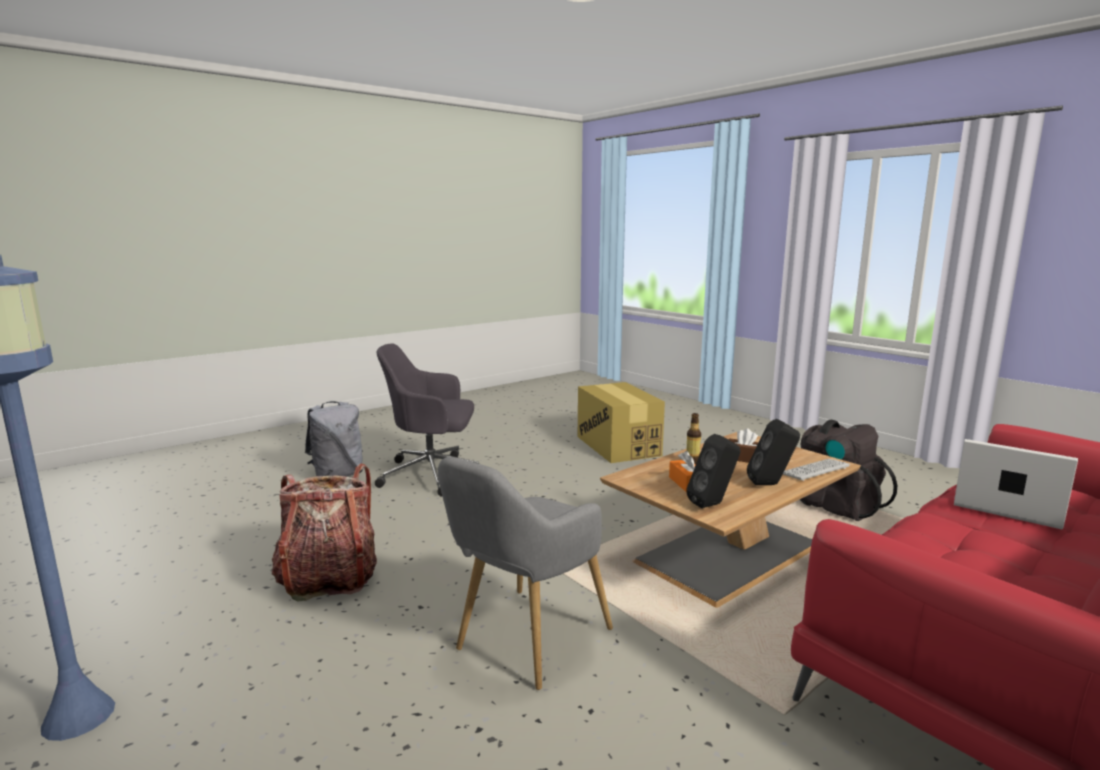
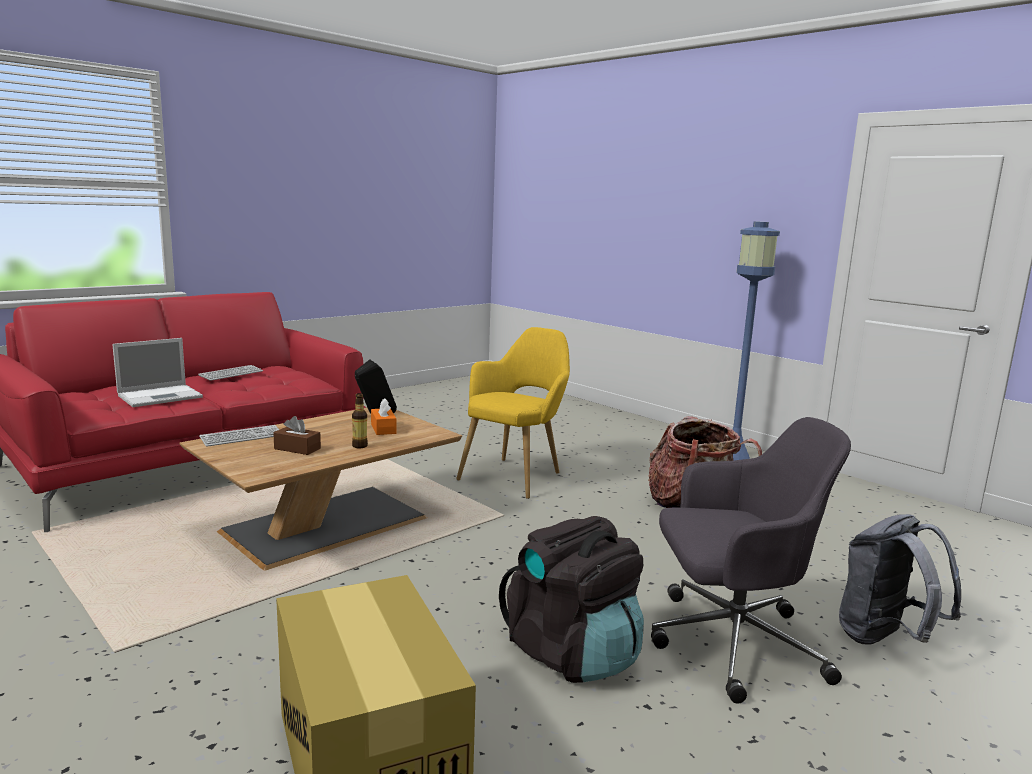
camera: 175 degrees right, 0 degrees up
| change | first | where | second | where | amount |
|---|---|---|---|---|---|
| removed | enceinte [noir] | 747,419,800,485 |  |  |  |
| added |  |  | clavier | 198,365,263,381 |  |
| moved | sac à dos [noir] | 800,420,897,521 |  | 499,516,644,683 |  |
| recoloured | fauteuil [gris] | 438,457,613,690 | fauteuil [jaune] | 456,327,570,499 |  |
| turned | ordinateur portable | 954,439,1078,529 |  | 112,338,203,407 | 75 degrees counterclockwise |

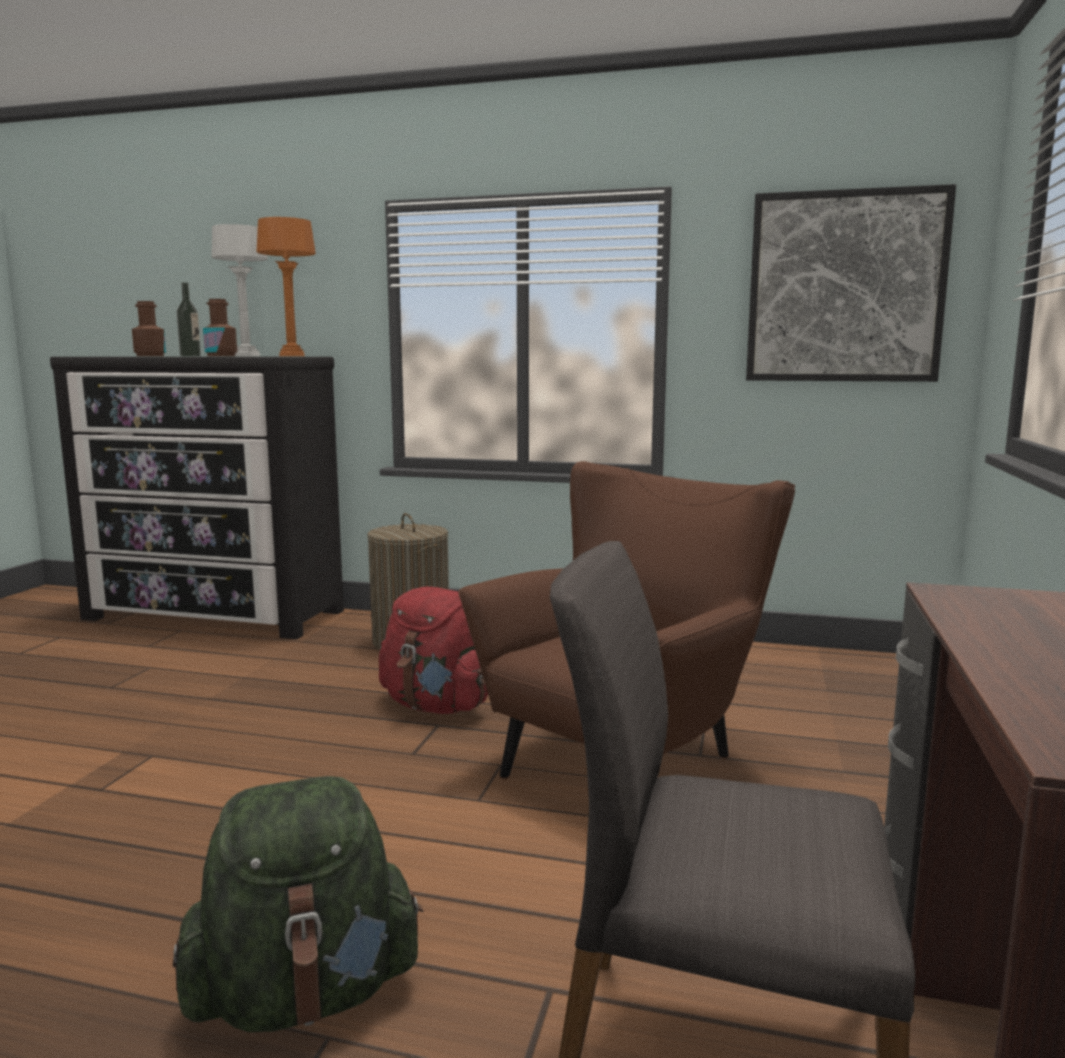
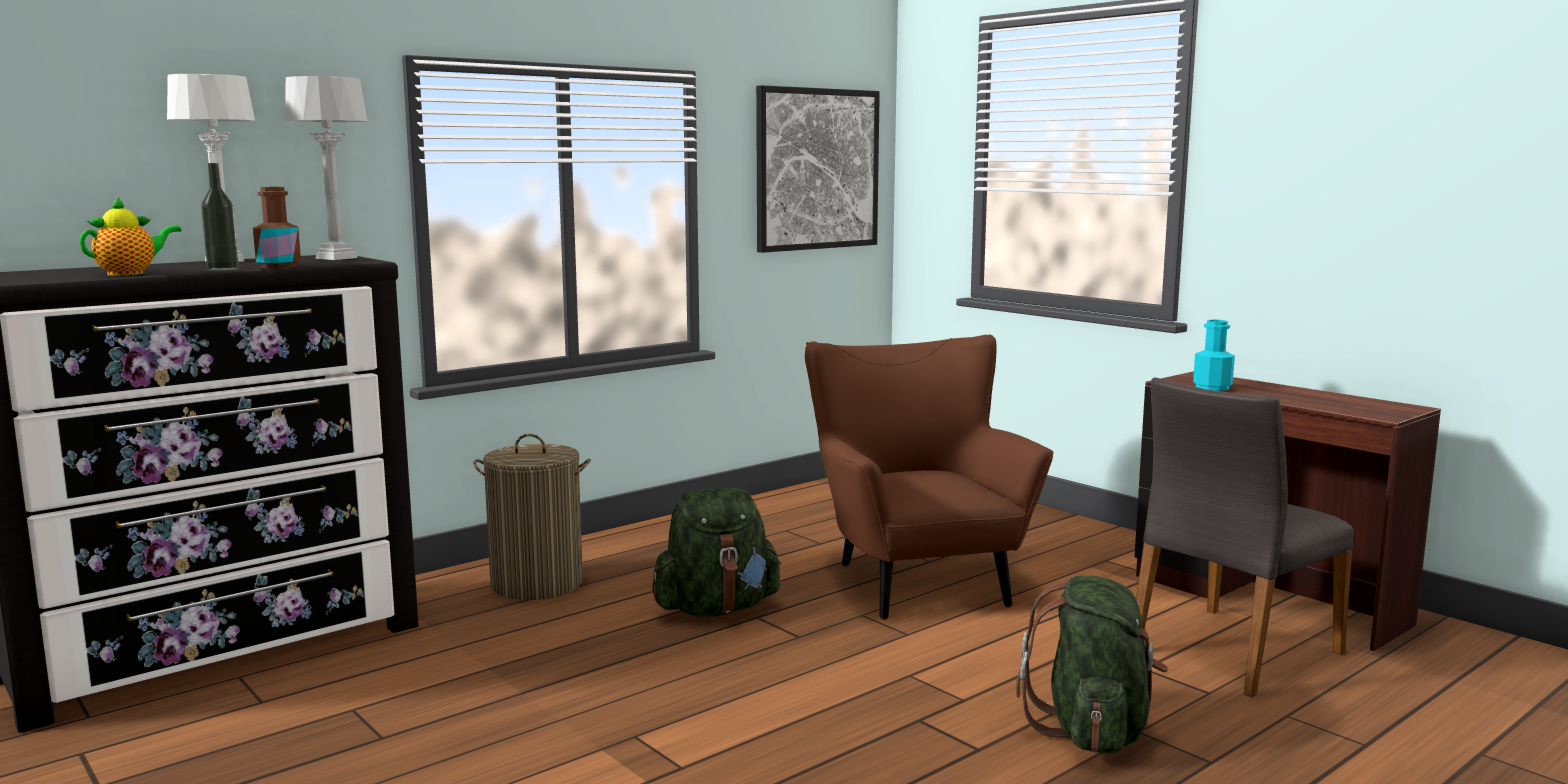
camera: 55 degrees left, 0 degrees up
| change | first | where | second | where | amount |
|---|---|---|---|---|---|
| added |  |  | bouteille [turquoise] | 1193,320,1235,391 |  |
| replaced | bouteille [marron] | 132,301,166,356 | théière | 79,197,181,276 |  |
| recoloured | lampe de table [orange] | 257,217,316,356 | lampe de table [gris] | 285,76,367,260 |  |
| recoloured | sac à dos [rouge] | 379,587,488,714 | sac à dos [vert] | 652,488,782,617 |  |

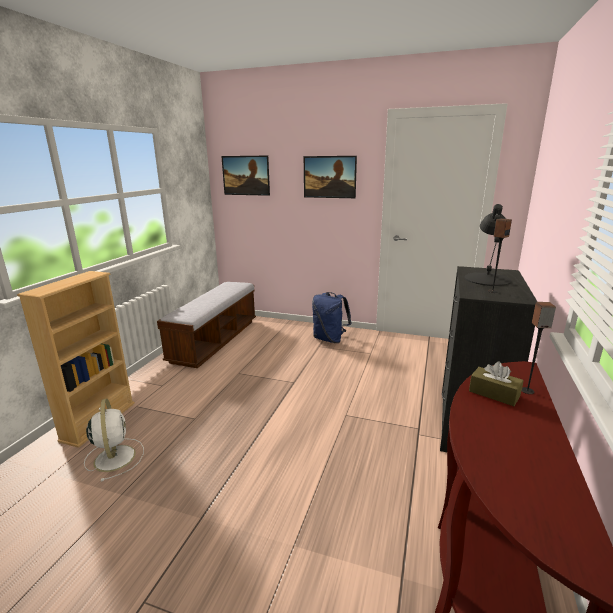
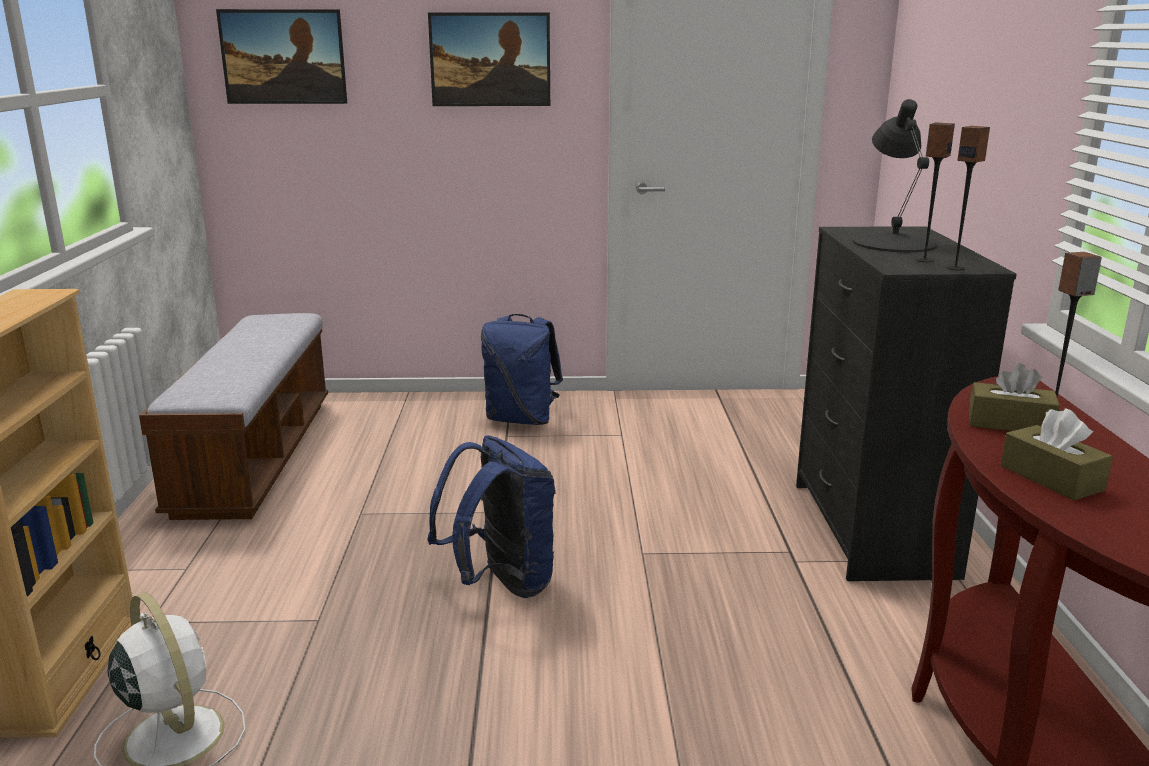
camera: 20 degrees left, 0 degrees up
| change | first | where | second | where | amount |
|---|---|---|---|---|---|
| added |  |  | sac à dos [bleu] | 427,436,556,598 |  |
| added |  |  | enceinte | 946,126,990,270 |  |
| added |  |  | boîte à mouchoirs [marron] | 1001,409,1113,500 |  |

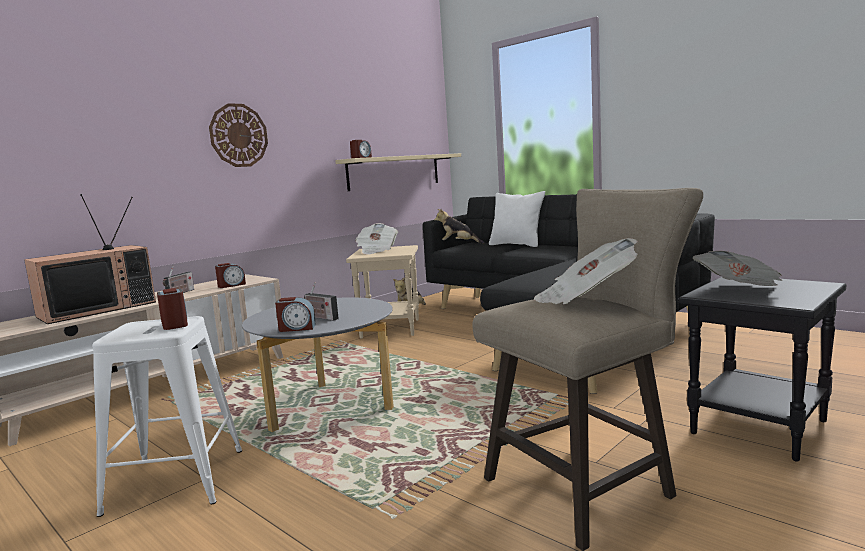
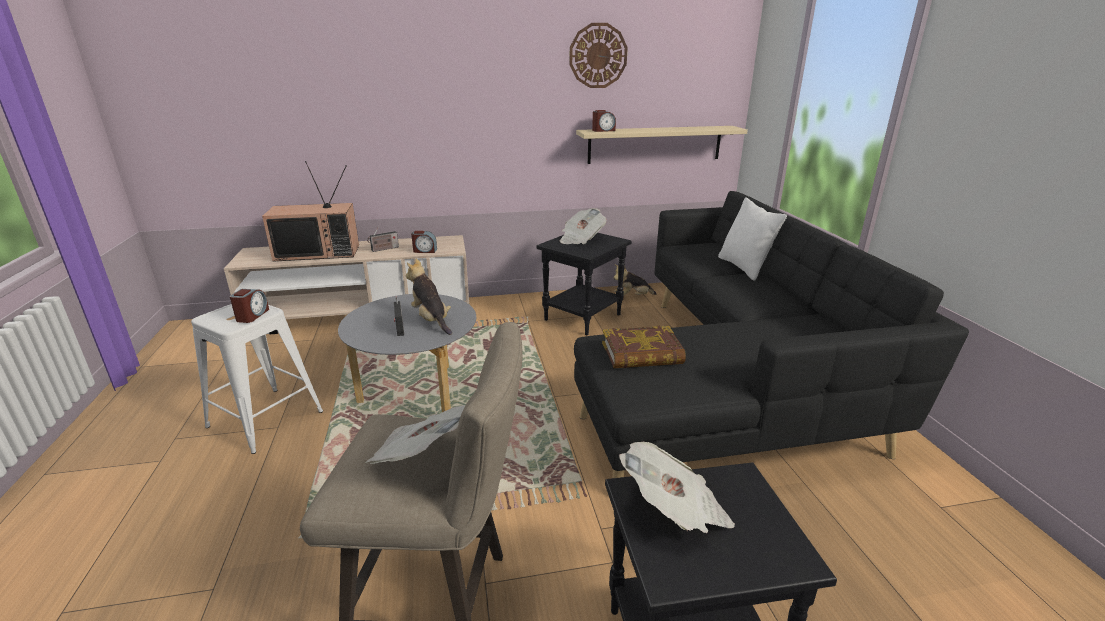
camera: 35 degrees right, 15 degrees up
| change | first | where | second | where | amount |
|---|---|---|---|---|---|
| removed | réveil | 275,297,316,332 |  |  |  |
| added |  |  | livre | 602,326,686,368 |  |
| moved | horloge murale | 209,103,268,167 |  | 569,23,628,88 |  |
| moved | peluche | 434,209,484,244 |  | 406,259,452,335 |  |
| recoloured | table d'appoint [beige] | 346,245,419,339 | table d'appoint [noir] | 537,233,632,336 |  |

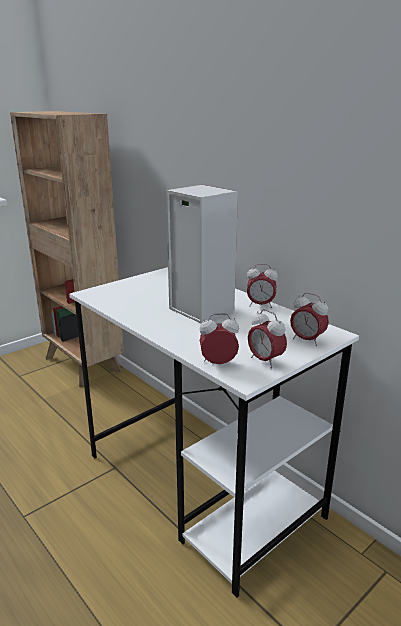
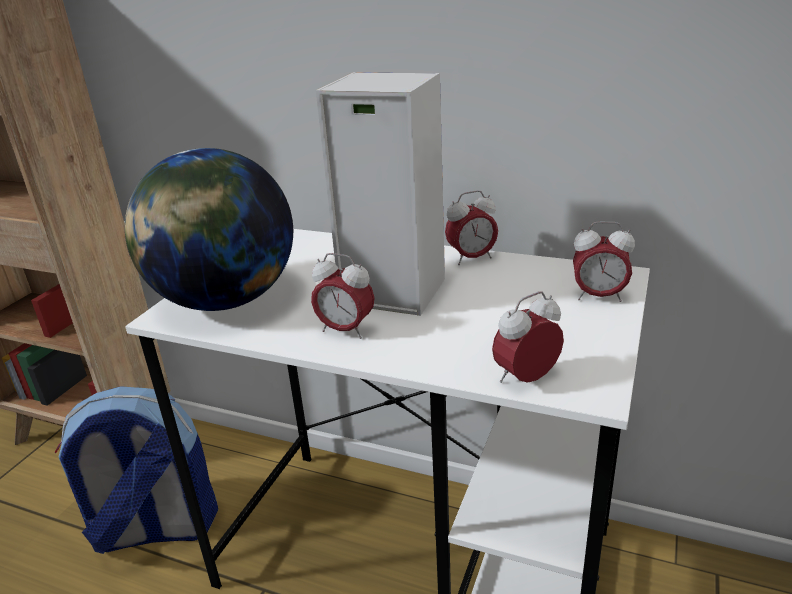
camera: 25 degrees left, 5 degrees up
| change | first | where | second | where | amount |
|---|---|---|---|---|---|
| added |  |  | sac à dos | 55,386,218,554 |  |
| added |  |  | globe | 125,148,293,311 |  |
| moved | réveil | 248,309,287,368 |  | 311,253,375,339 |  |

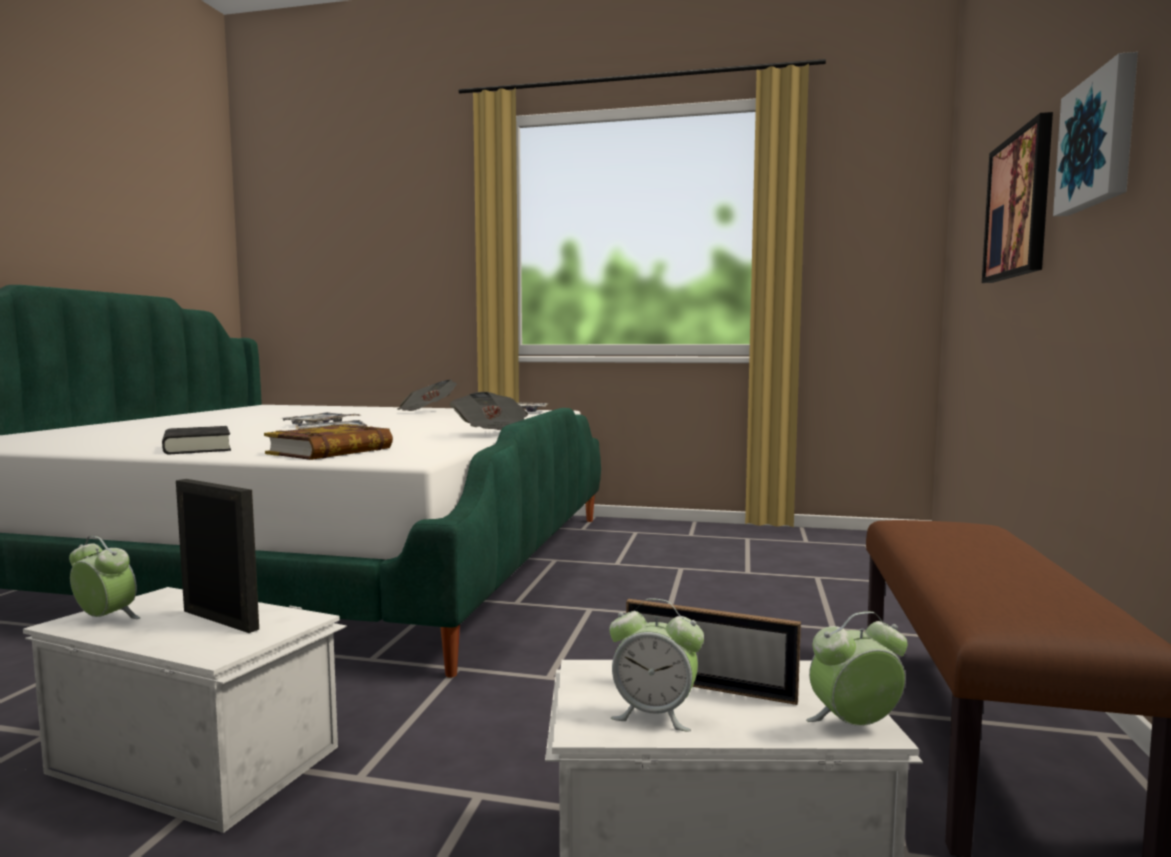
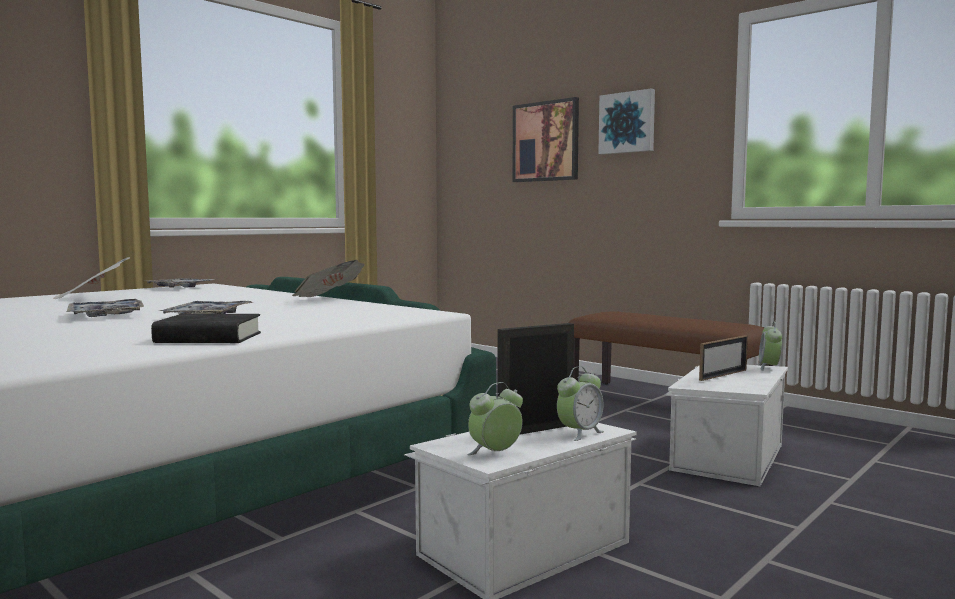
camera: 60 degrees left, 0 degrees up
| change | first | where | second | where | amount |
|---|---|---|---|---|---|
| removed | livre | 264,424,393,460 |  |  |  |
| moved | réveil | 609,598,704,732 |  | 557,366,604,441 |  |

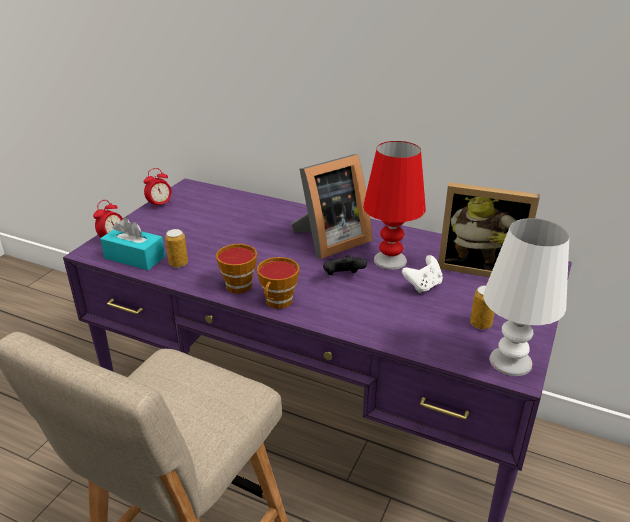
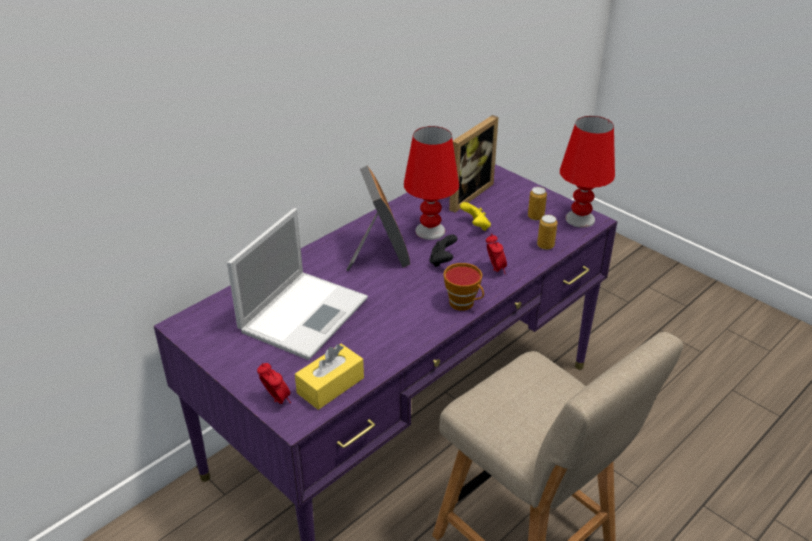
camera: 70 degrees left, 5 degrees up
| change | first | where | second | where | amount |
|---|---|---|---|---|---|
| removed | tasse | 216,244,257,294 |  |  |  |
| added |  |  | ordinateur portable | 227,208,368,360 |  |
| moved | réveil | 144,168,172,208 |  | 486,233,507,274 |  |
| moved | boîte métallique | 165,229,188,268 |  | 537,215,558,250 |  |
| recoloured | boîte à mouchoirs [turquoise] | 100,218,165,270 | boîte à mouchoirs [jaune] | 295,344,364,410 |  |
| recoloured | manette [blanc] | 402,255,443,293 | manette [jaune] | 460,202,491,231 |  |
| recoloured | lampe de table [blanc] | 483,218,569,376 | lampe de table [rouge] | 560,116,615,228 |  |

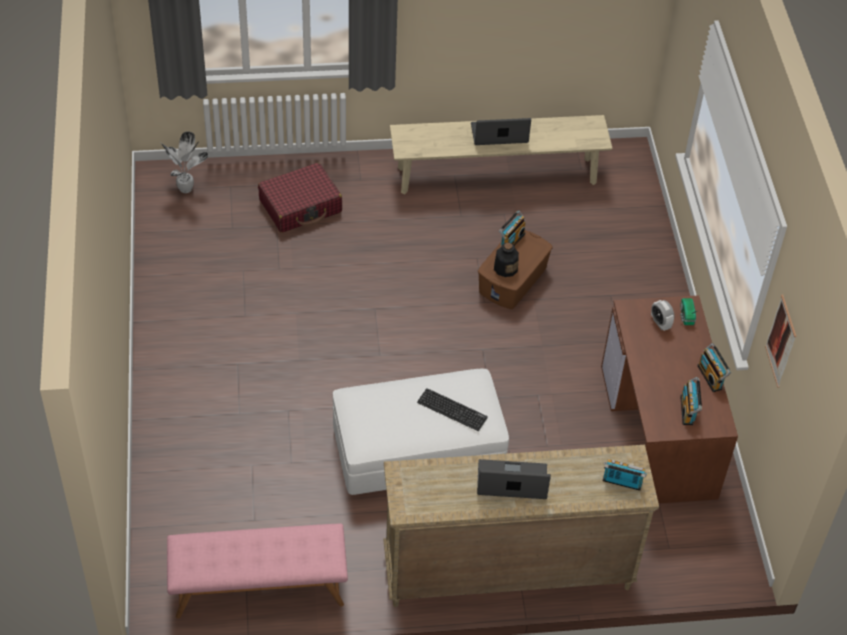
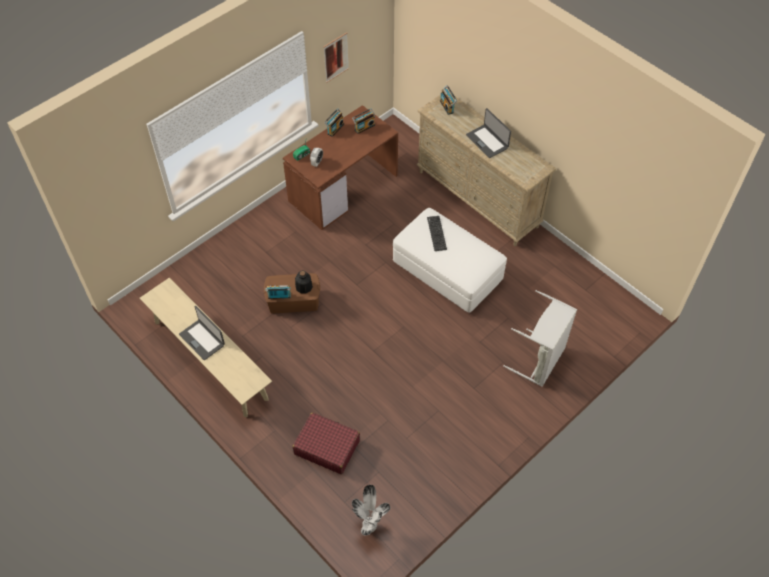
camera: 125 degrees left, 5 degrees up
| change | first | where | second | where | amount |
|---|---|---|---|---|---|
| removed | banc [rose] | 167,523,348,619 |  |  |  |
| added |  |  | panier à linge [gris] | 503,290,577,387 |  |

